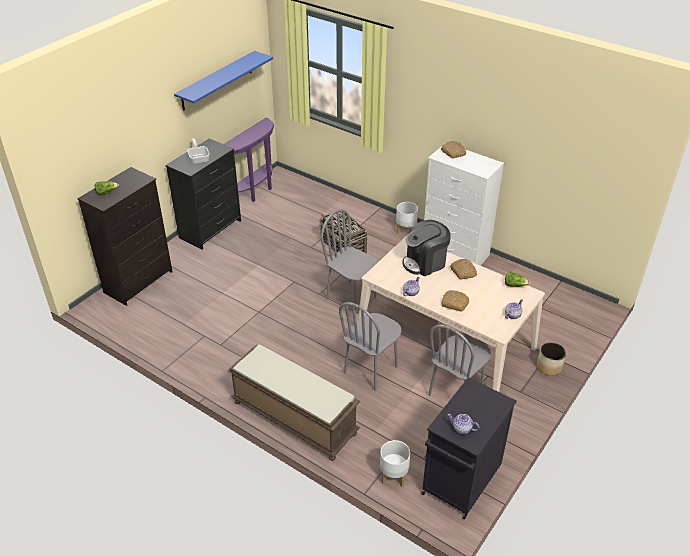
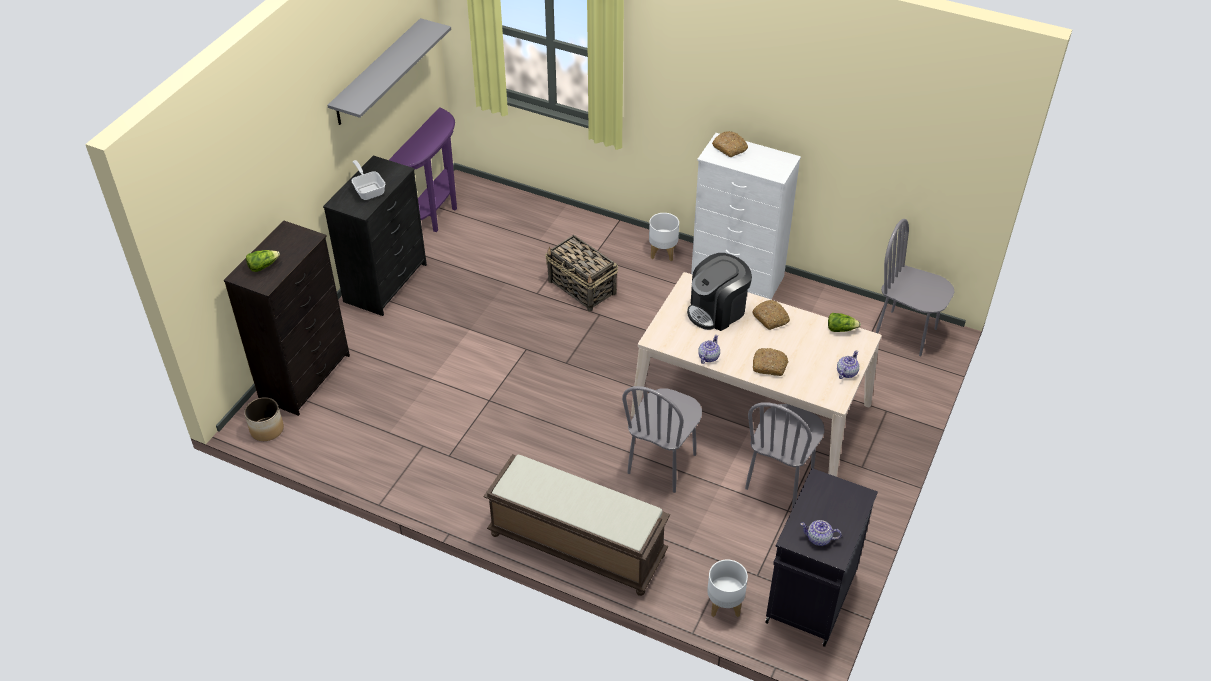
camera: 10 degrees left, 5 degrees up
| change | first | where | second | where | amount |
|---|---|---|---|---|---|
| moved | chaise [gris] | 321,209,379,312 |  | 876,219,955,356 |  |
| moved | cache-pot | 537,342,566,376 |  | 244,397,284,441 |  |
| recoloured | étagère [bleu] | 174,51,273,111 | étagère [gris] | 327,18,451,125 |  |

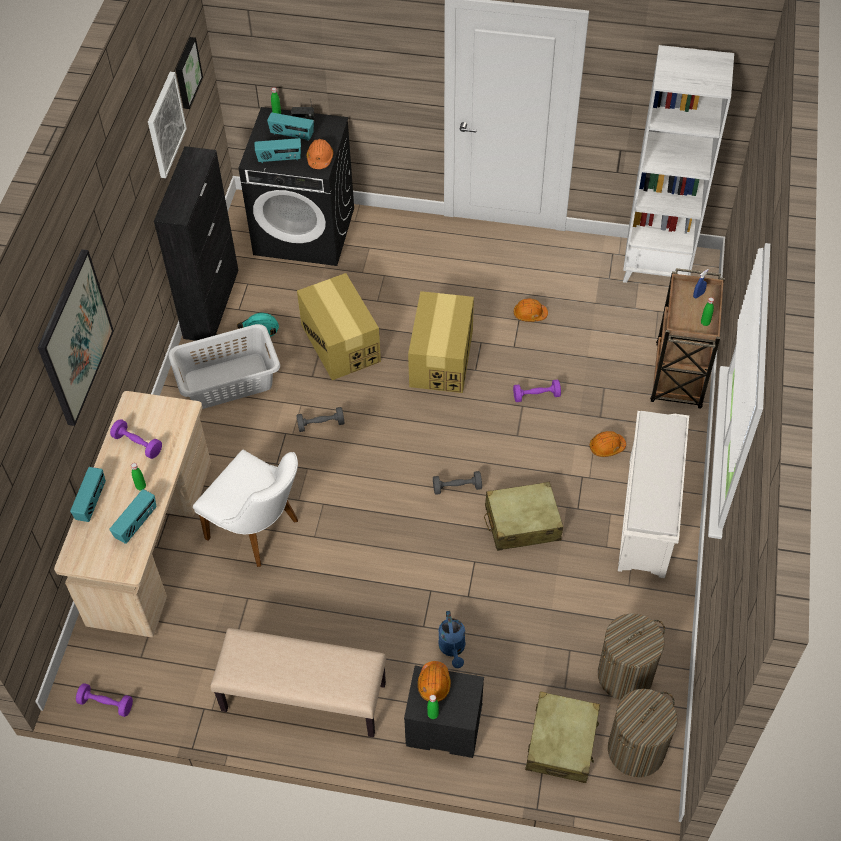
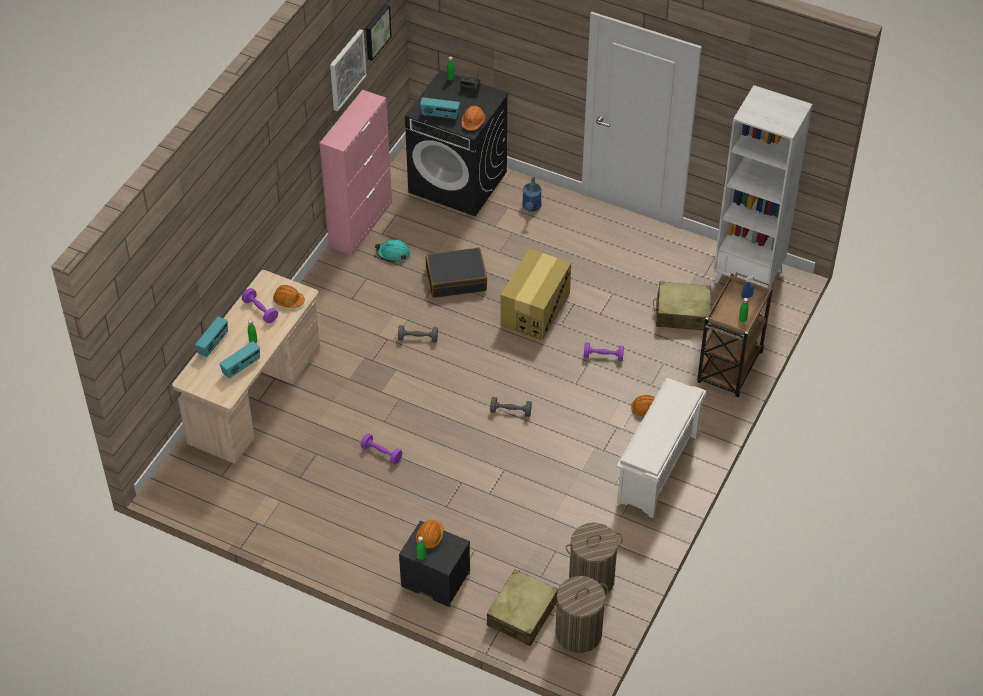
camera: 15 degrees right, 5 degrees down
| change | first | where | second | where | amount |
|---|---|---|---|---|---|
| removed | tableau | 37,249,114,426 |  |  |  |
| removed | panier à linge [gris] | 169,324,280,409 |  |  |  |
| removed | chaise [blanc] | 193,450,298,567 |  |  |  |
| removed | banc [beige] | 210,628,386,737 |  |  |  |
| removed | radio | 267,112,314,141 |  |  |  |
| moved | haltère [violet] | 76,683,133,717 |  | 361,433,402,464 |  |
| moved | arrosoir [bleu] | 438,611,465,668 |  | 522,177,542,212 |  |
| moved | valise [beige] | 484,482,563,551 |  | 653,281,711,331 |  |
| moved | casque de chantier [orange] | 514,299,548,322 |  | 273,285,305,308 |  |
| replaced | carton | 297,273,381,380 | valise [noir] | 426,247,487,298 |  |
| recoloured | meuble de rangement [noir] | 154,146,239,341 | meuble de rangement [rose] | 319,90,392,256 |  |

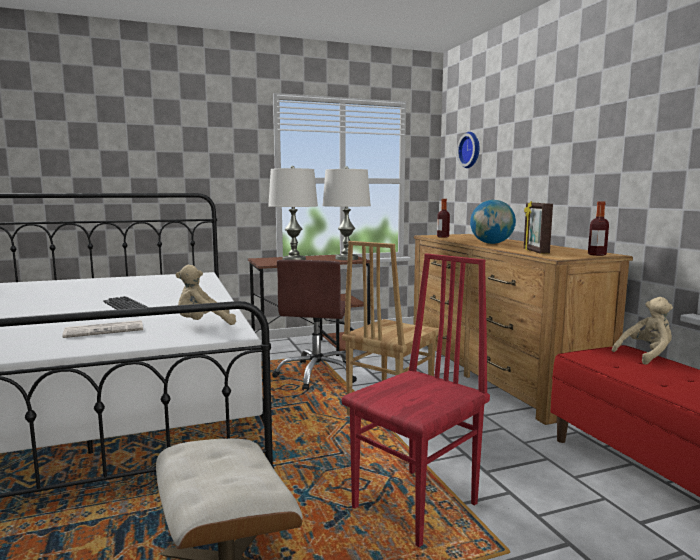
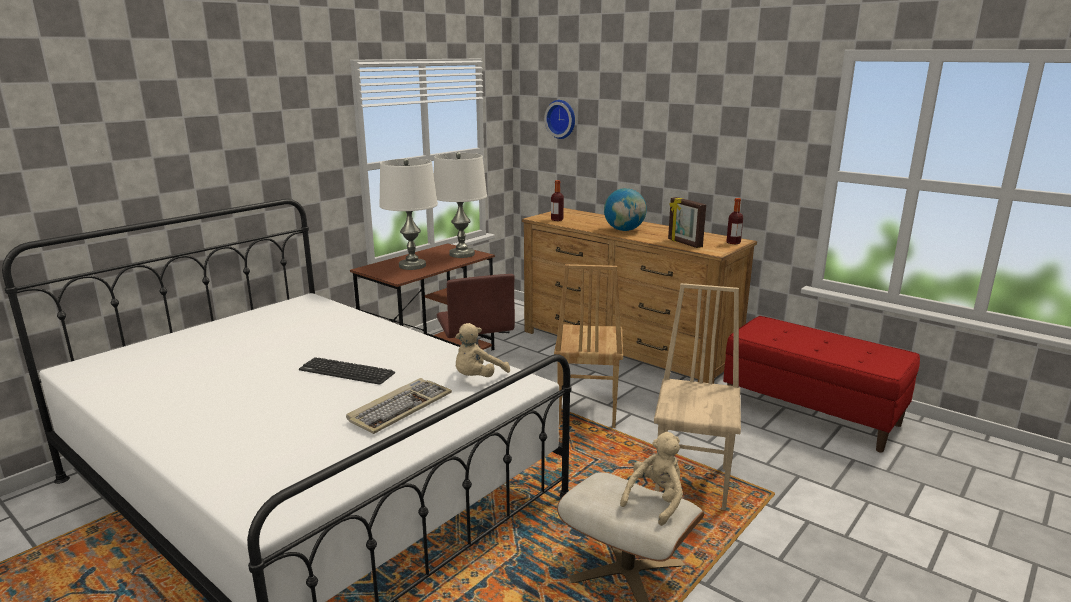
camera: 30 degrees left, 10 degrees up
| change | first | where | second | where | amount |
|---|---|---|---|---|---|
| moved | peluche [beige] | 612,297,673,365 |  | 620,432,683,526 |  |
| replaced | journal | 63,320,143,338 | clavier | 346,378,452,434 |  |
| recoloured | chaise [rouge] | 342,253,490,547 | chaise [beige] | 654,283,741,510 |  |

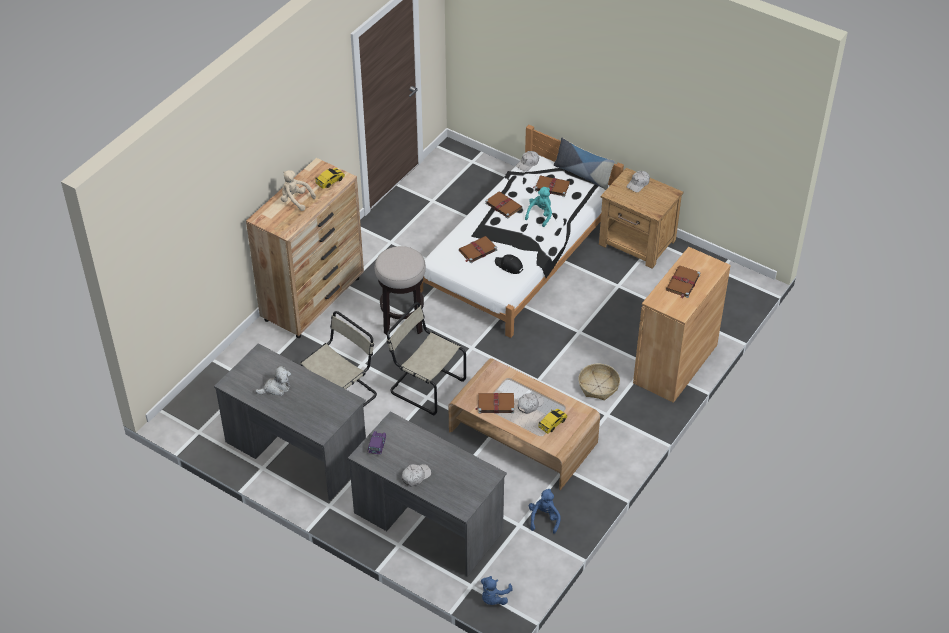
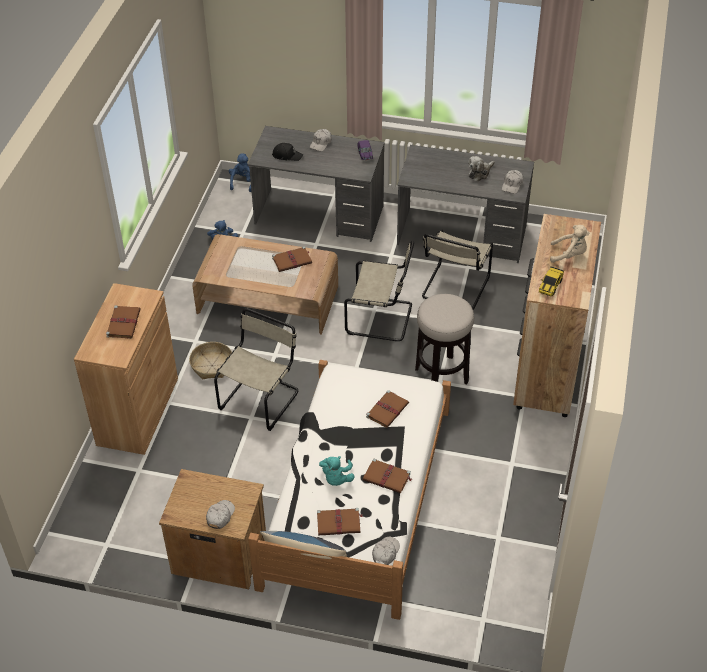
camera: 160 degrees right, 0 degrees up
| change | first | where | second | where | amount |
|---|---|---|---|---|---|
| removed | petite voiture | 538,409,568,434 |  |  |  |
| added |  |  | chaise [beige] | 214,308,298,431 |  |
| moved | casquette [noir] | 495,255,523,274 |  | 272,143,303,161 |  |
| moved | casquette [blanc] | 518,393,544,414 |  | 502,170,523,194 |  |

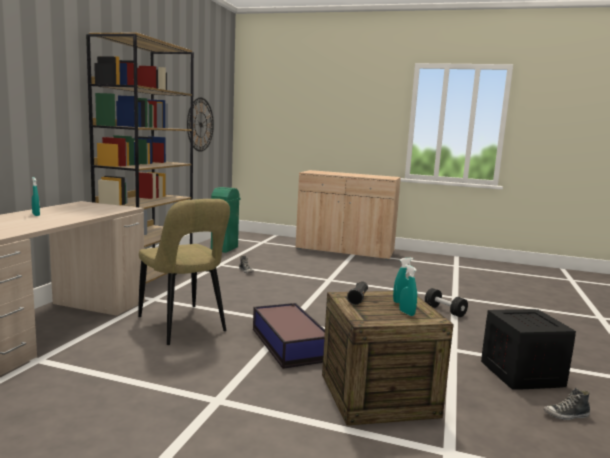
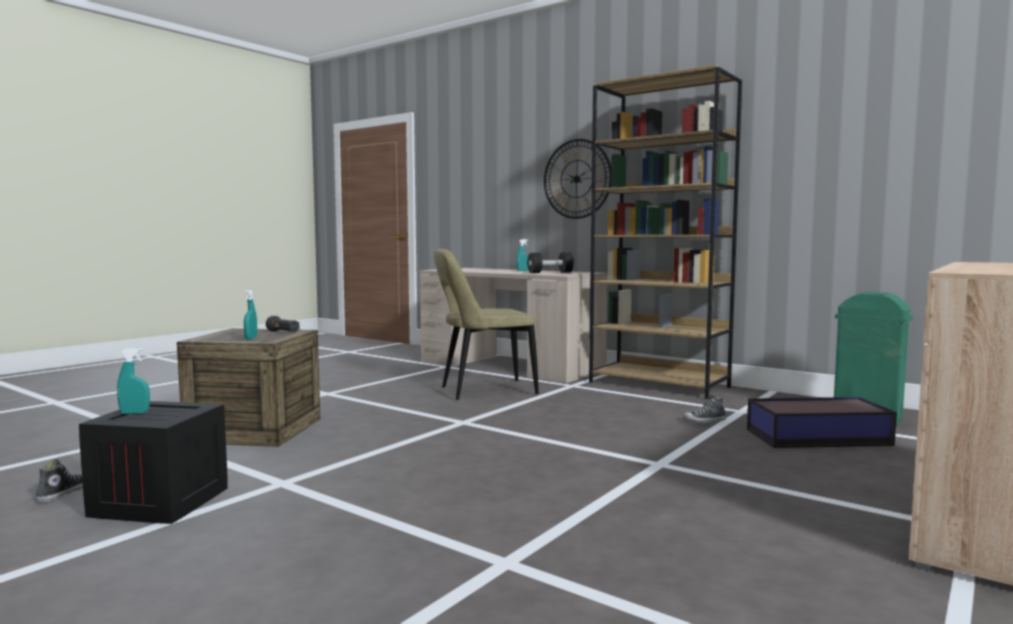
camera: 110 degrees right, 5 degrees down
| change | first | where | second | where | amount |
|---|---|---|---|---|---|
| moved | horloge murale | 187,97,214,152 |  | 544,139,611,219 |  |
| moved | boîte de rangement | 253,303,325,369 |  | 747,397,897,448 |  |
| moved | vaporisateur [turquoise] | 399,265,417,316 |  | 117,348,150,414 |  |
| moved | haltère [noir] | 425,288,468,317 |  | 527,252,574,273 |  |

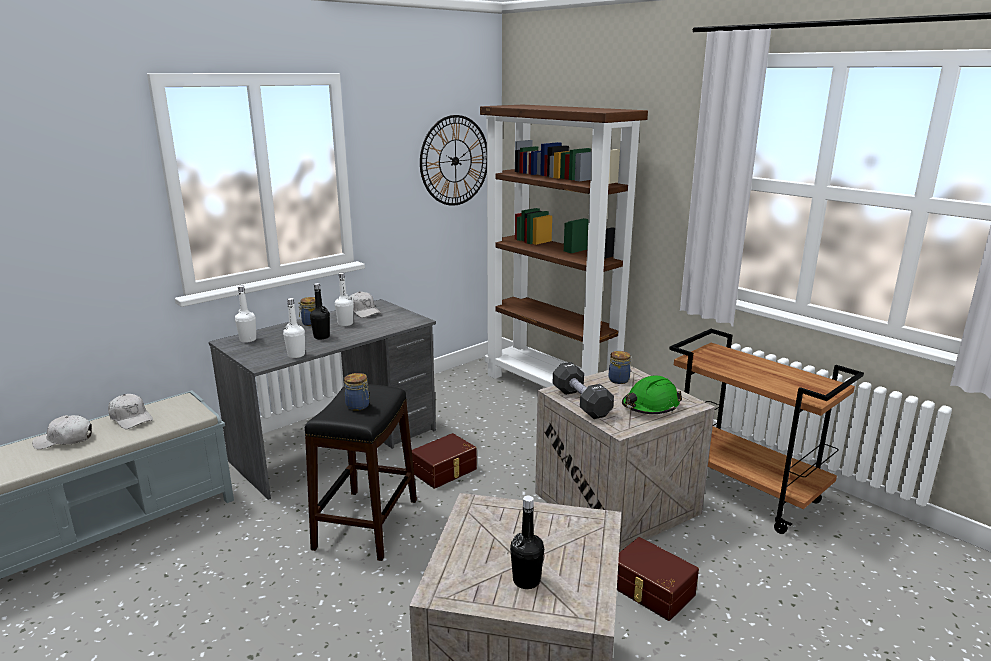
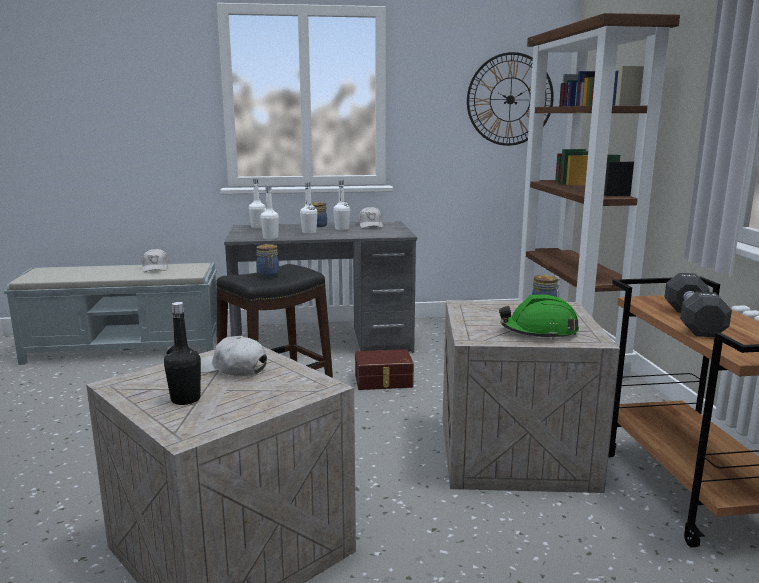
camera: 35 degrees right, 5 degrees down
| change | first | where | second | where | amount |
|---|---|---|---|---|---|
| removed | boîte de rangement [marron] | 617,537,699,621 |  |  |  |
| moved | casquette [blanc] | 32,415,92,449 |  | 201,336,267,376 |  |
| moved | haltère [noir] | 553,362,614,419 |  | 664,273,732,337 |  |
| recoloured | bouteille [noir] | 310,283,330,340 | bouteille [blanc] | 300,182,317,234 |  |

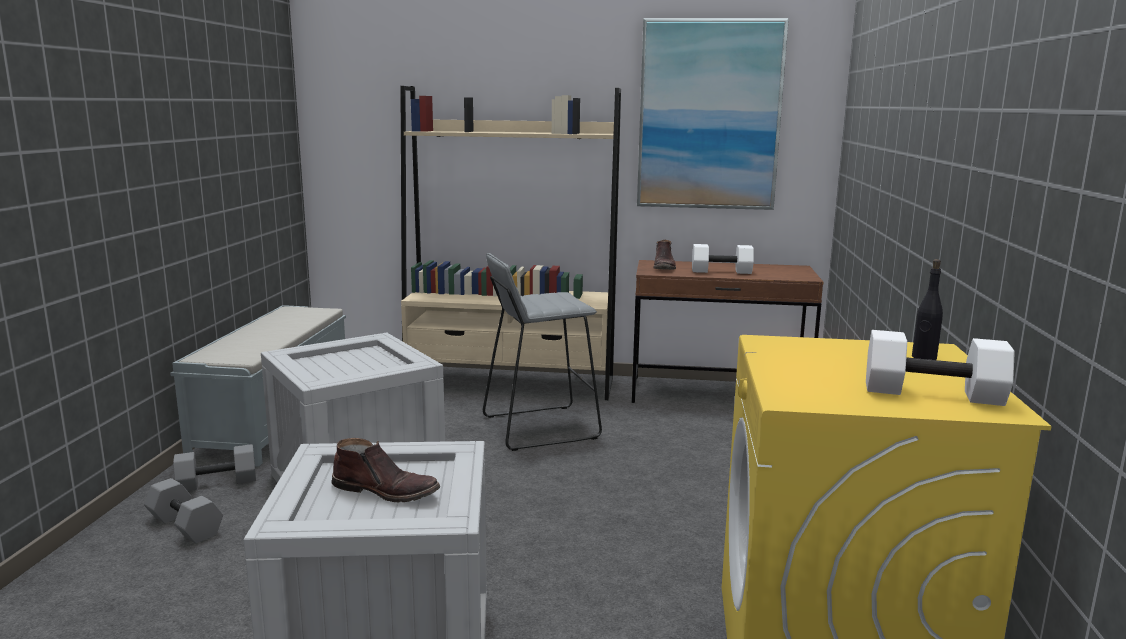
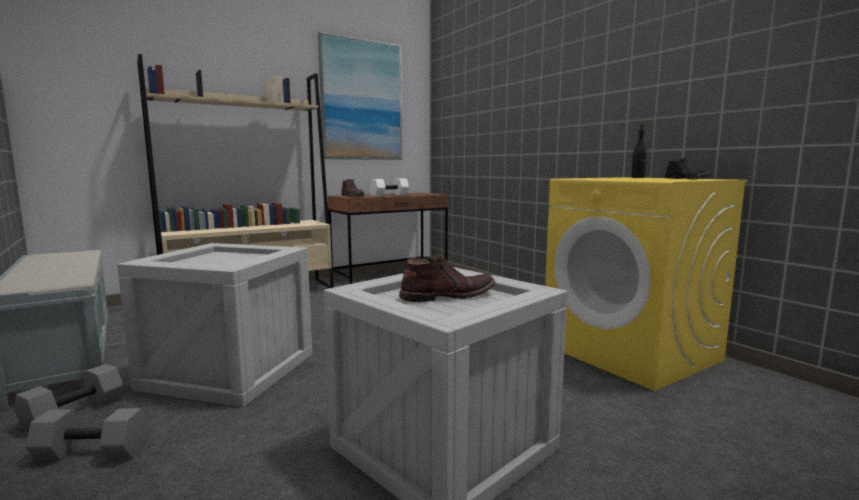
camera: 40 degrees left, 5 degrees down
| change | first | where | second | where | amount |
|---|---|---|---|---|---|
| removed | tabouret [gris] | 483,253,602,451 |  |  |  |
| replaced | haltère [blanc] | 866,330,1015,406 | chaussure [noir] | 665,158,711,179 |  |

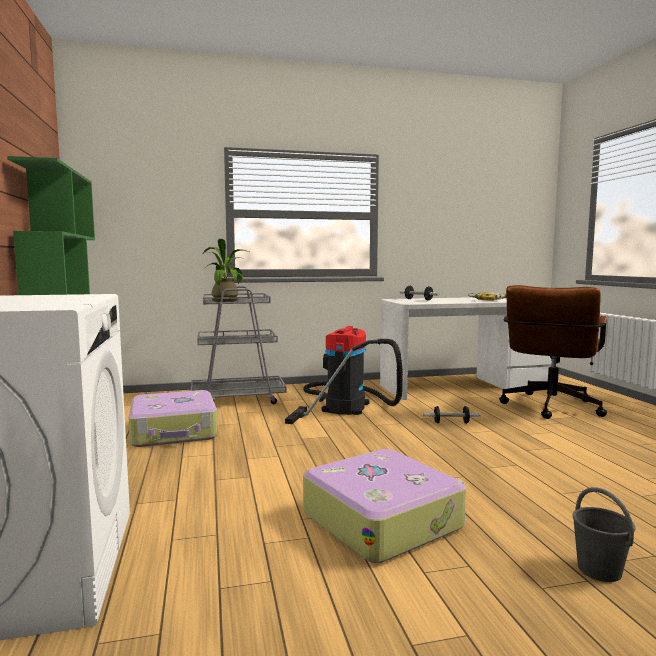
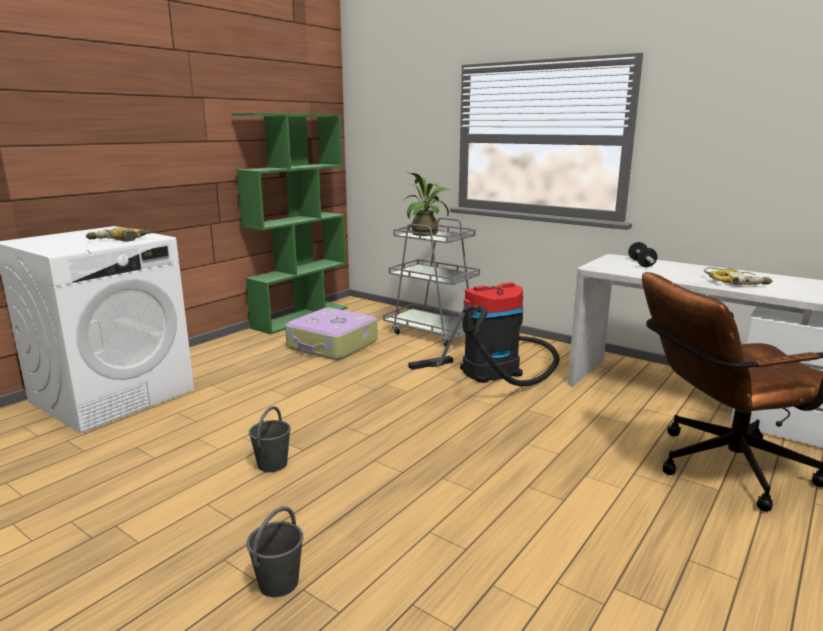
camera: 50 degrees right, 10 degrees up
| change | first | where | second | where | amount |
|---|---|---|---|---|---|
| removed | haltère | 423,406,480,424 |  |  |  |
| added |  |  | perceuse | 86,227,154,242 |  |
| replaced | valise | 303,449,466,563 | seau [gris] | 249,406,291,472 |  |

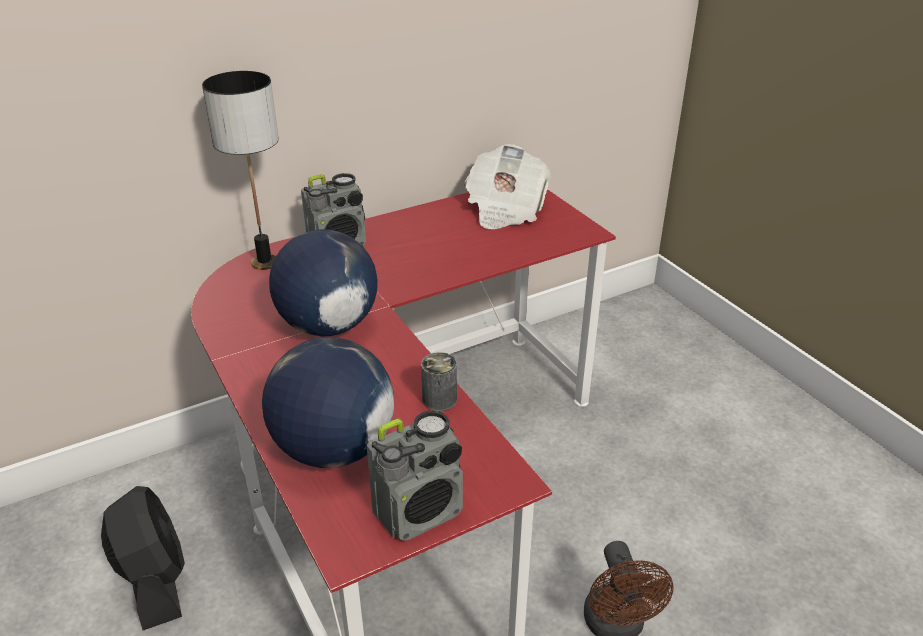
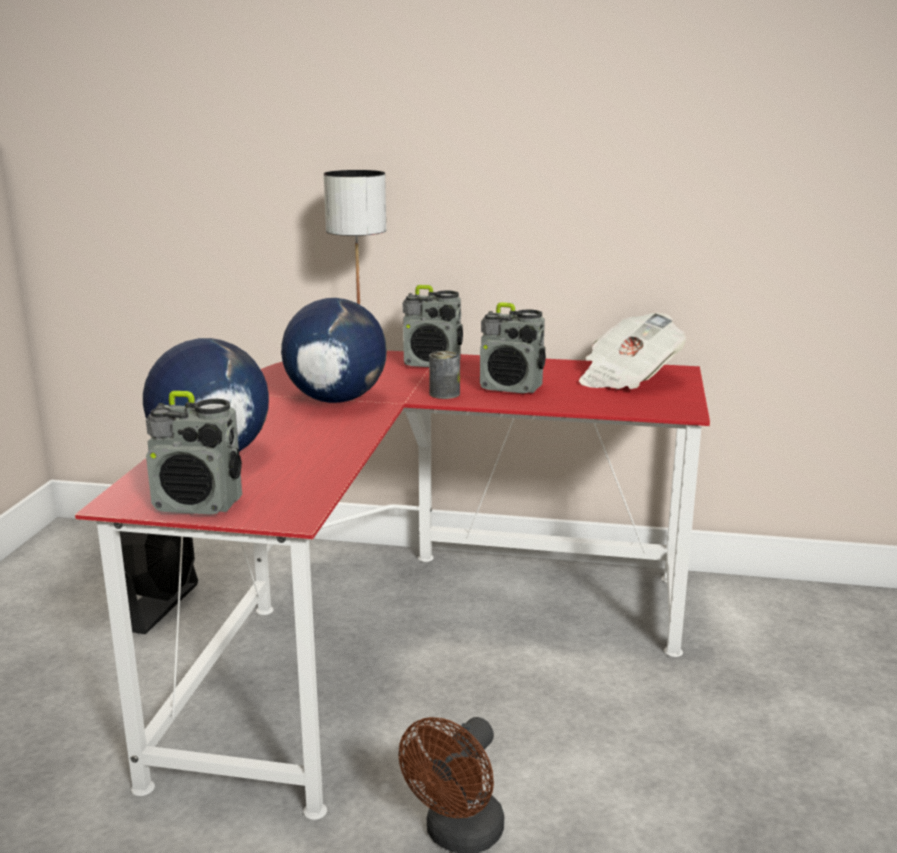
camera: 40 degrees right, 15 degrees down
| change | first | where | second | where | amount |
|---|---|---|---|---|---|
| added |  |  | radio | 480,302,546,393 |  |
| moved | boîte métallique | 421,352,457,411 |  | 429,351,460,399 |  |

